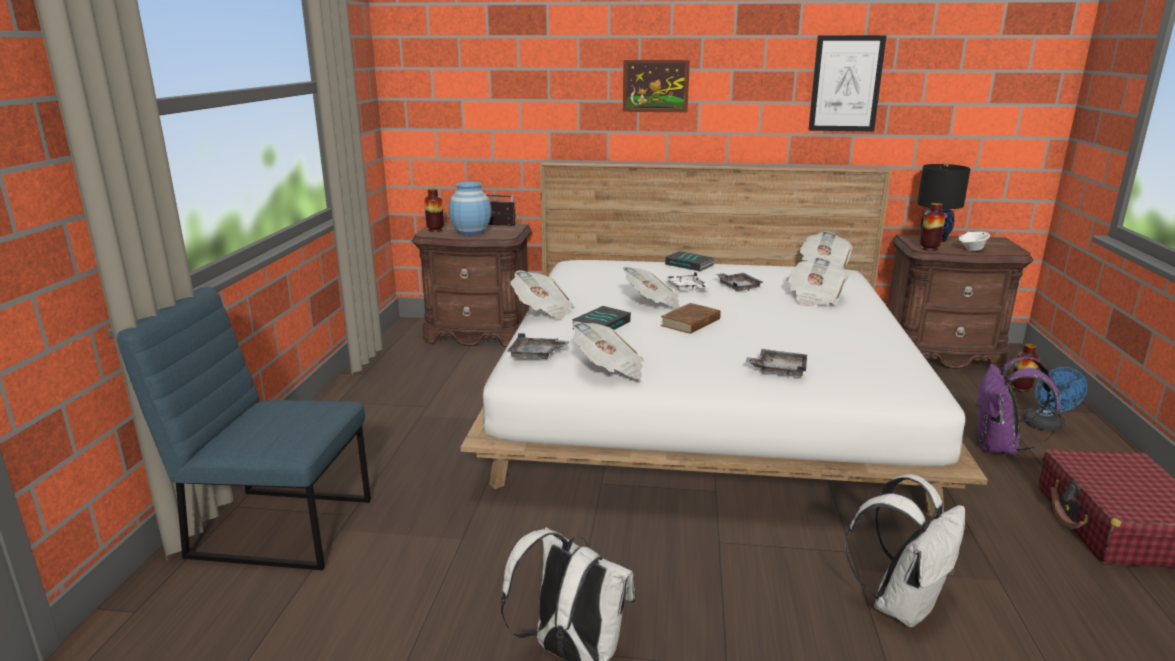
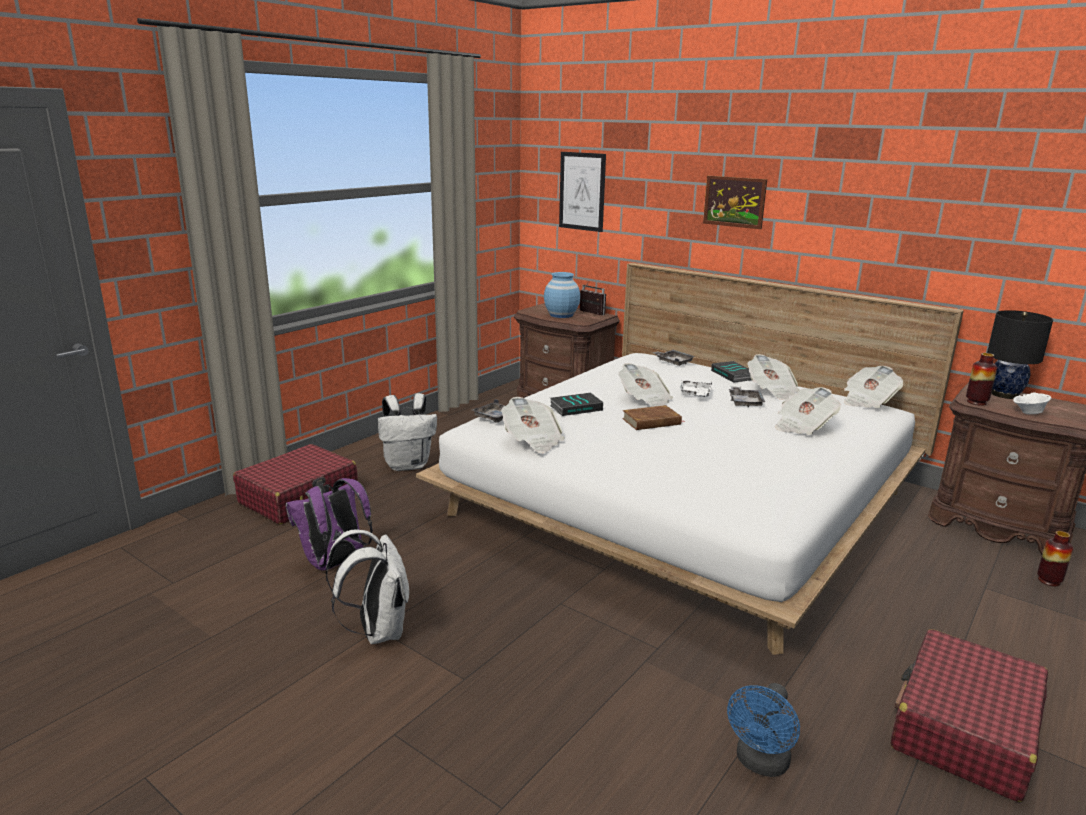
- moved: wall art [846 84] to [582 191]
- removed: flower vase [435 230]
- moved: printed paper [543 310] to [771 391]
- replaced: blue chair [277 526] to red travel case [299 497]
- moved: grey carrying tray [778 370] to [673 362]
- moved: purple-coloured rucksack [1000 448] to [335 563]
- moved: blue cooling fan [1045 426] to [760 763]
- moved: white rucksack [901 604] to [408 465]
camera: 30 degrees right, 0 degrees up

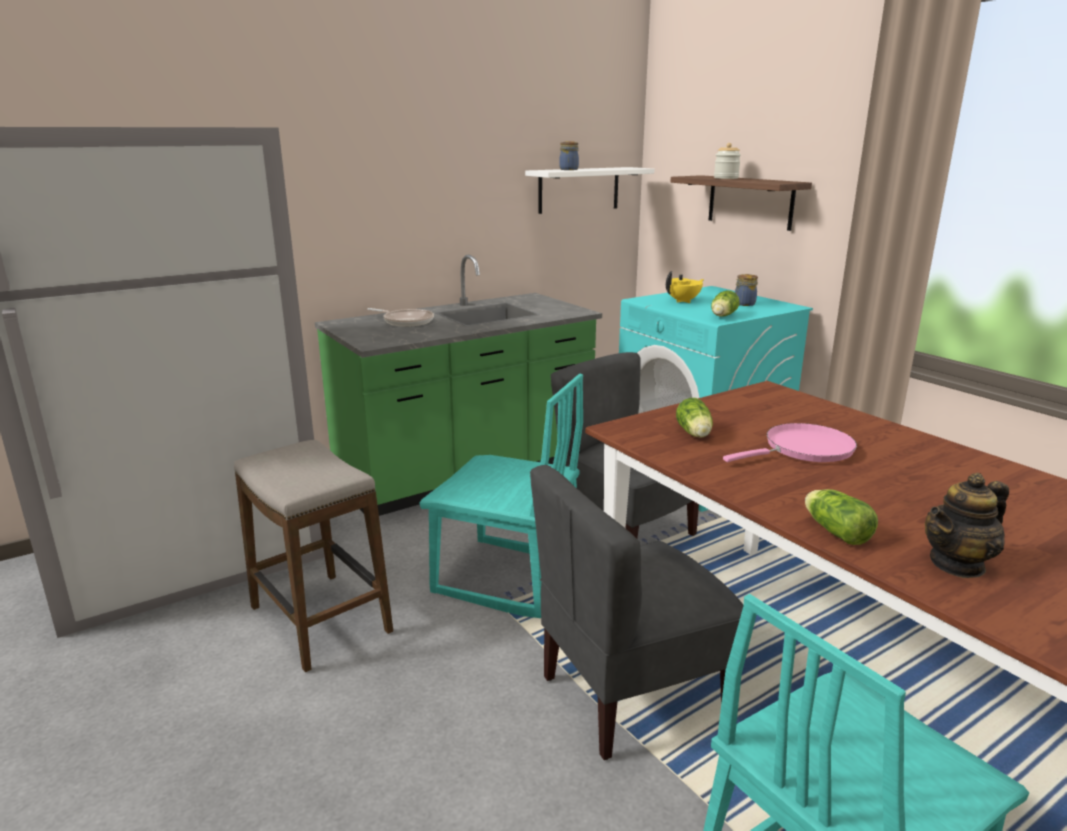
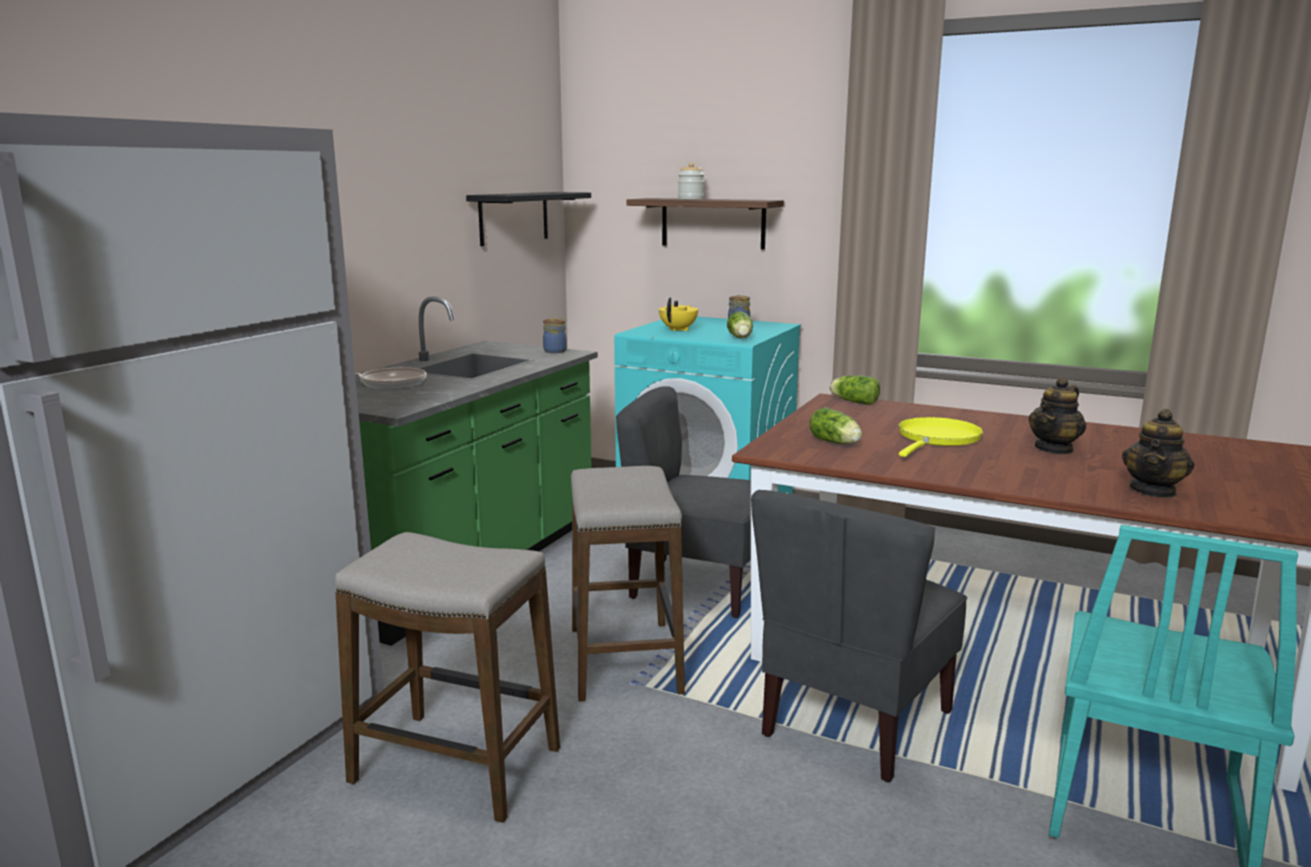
- moved: storage jar [569 169] to [555 351]
- recoloured: white wall shelf [579 190] to blackish wall shelf [514 217]
- replaced: turquoise-coloured chair [507 578] to stool [625 660]
- recoloured: pink skillet [803 449] to yellowish skillet [937 439]
- moved: lettuce [834 531] to [853 401]
- added: tea pot [1054 449]
camera: 30 degrees left, 5 degrees down

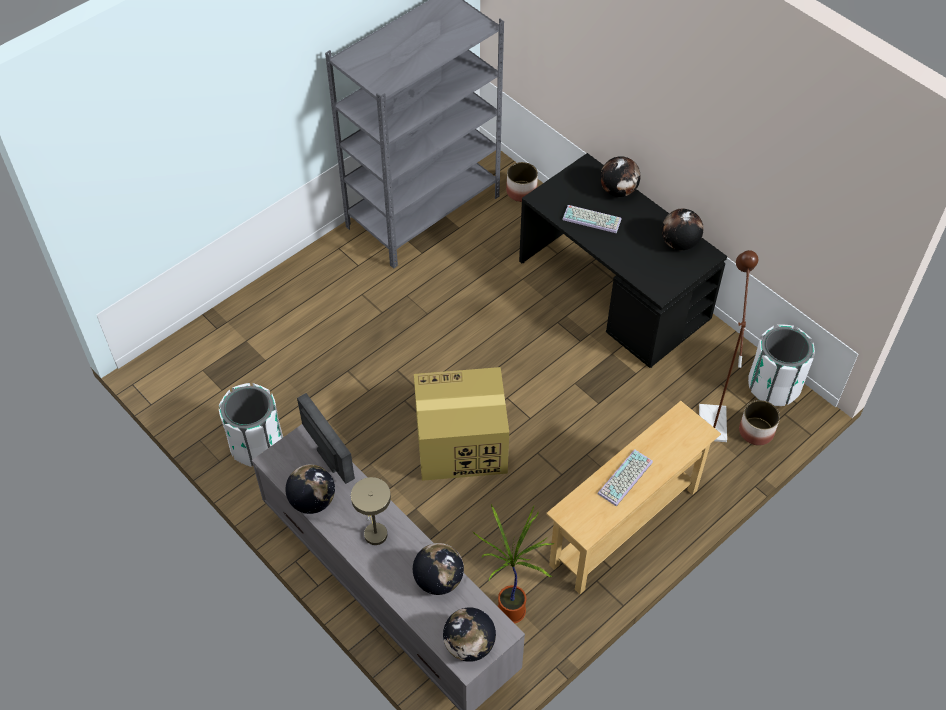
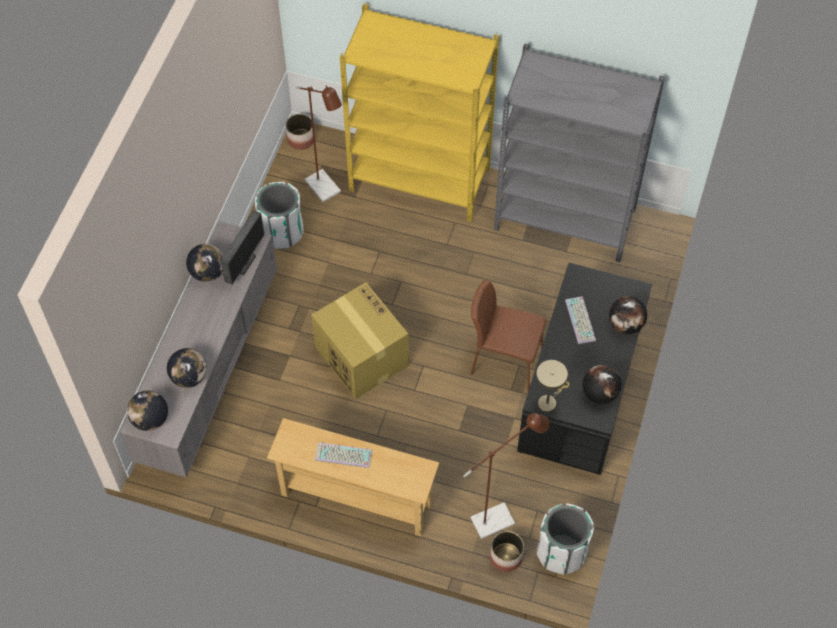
- moved: flower pot [521 191] to [301 139]
- moved: beige-coloured tabletop lamp [374 531] to [549 402]
- removed: plant in a pot [512 613]
- added: yellowish bookshelf [420 180]
- added: brown floor lamp [326 190]
- added: brown chair [503 360]
camera: 60 degrees right, 5 degrees up

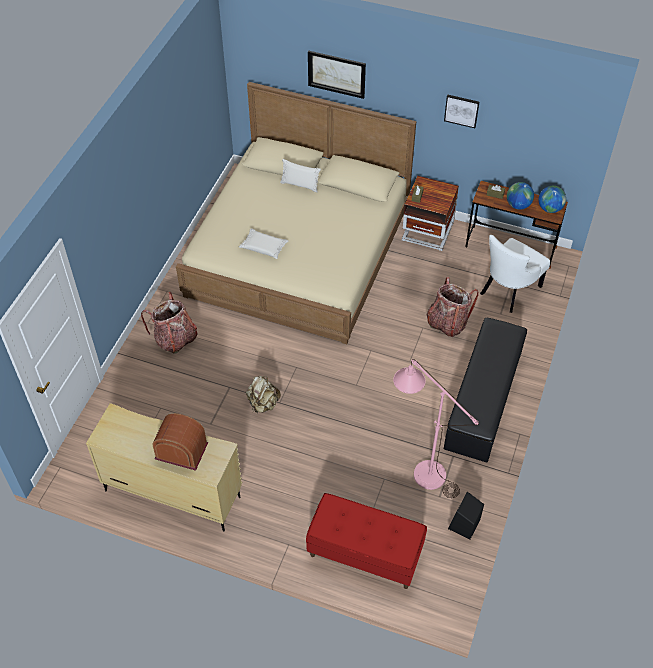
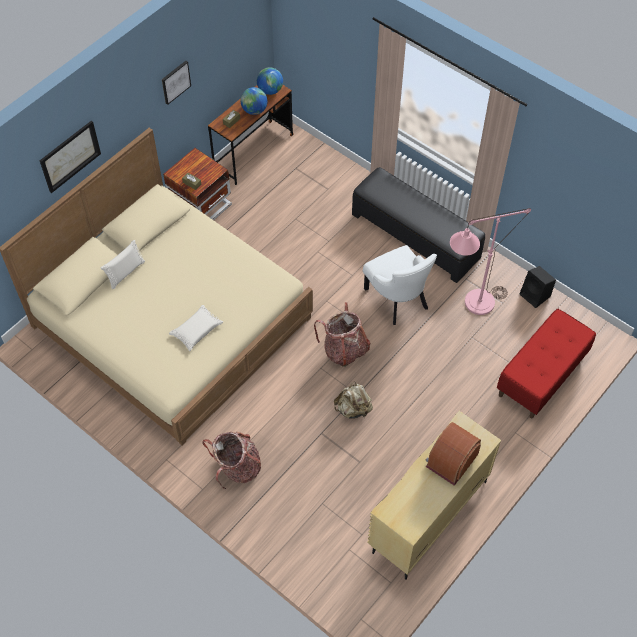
- moved: white chair [510 288] to [396 297]
- moved: rucksack [447 322] to [344 350]
camera: 70 degrees left, 5 degrees up

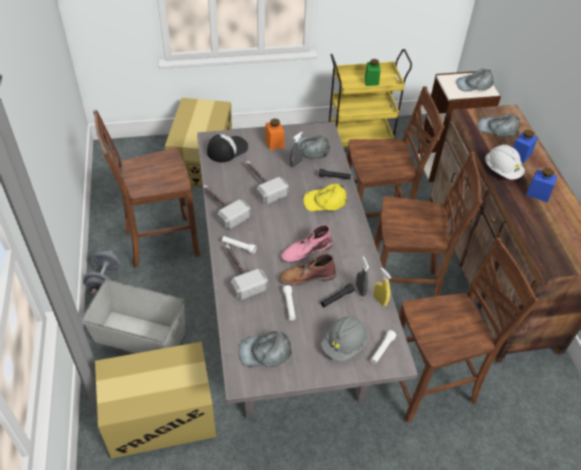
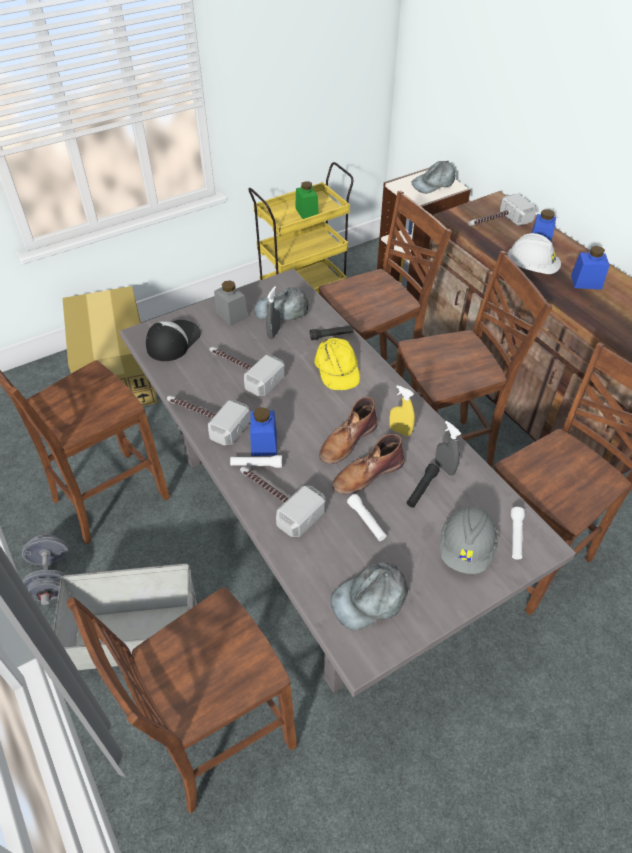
- replaced: grey baseball cap [497 129] to hammer [496 222]
- recoloured: orangey storage jar [274 142] to grey storage jar [231 315]
- turned: yellowish baseball cap [325 201] = [337 369] 75 degrees counterclockwise
- recoloured: pink tall boot [305 251] to brown tall boot [347 441]
- moved: yellowish spray bottle [380 300] to [400 431]
- replaced: carton [160 415] to brown chair [216 739]
- added: blue storage jar [264 443]
camera: 20 degrees left, 0 degrees up

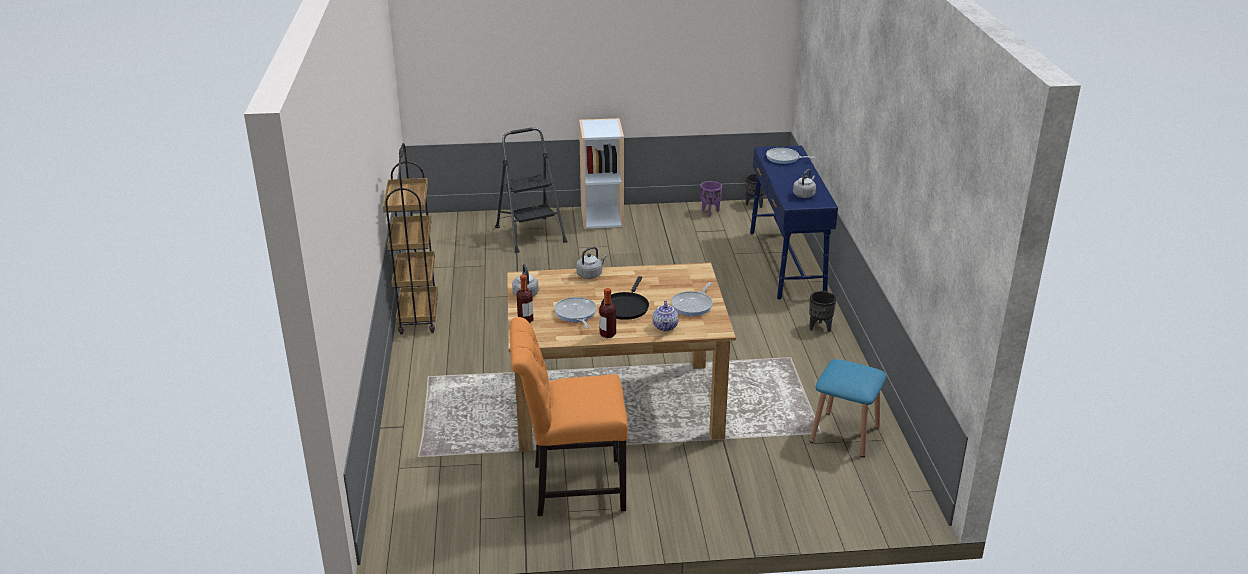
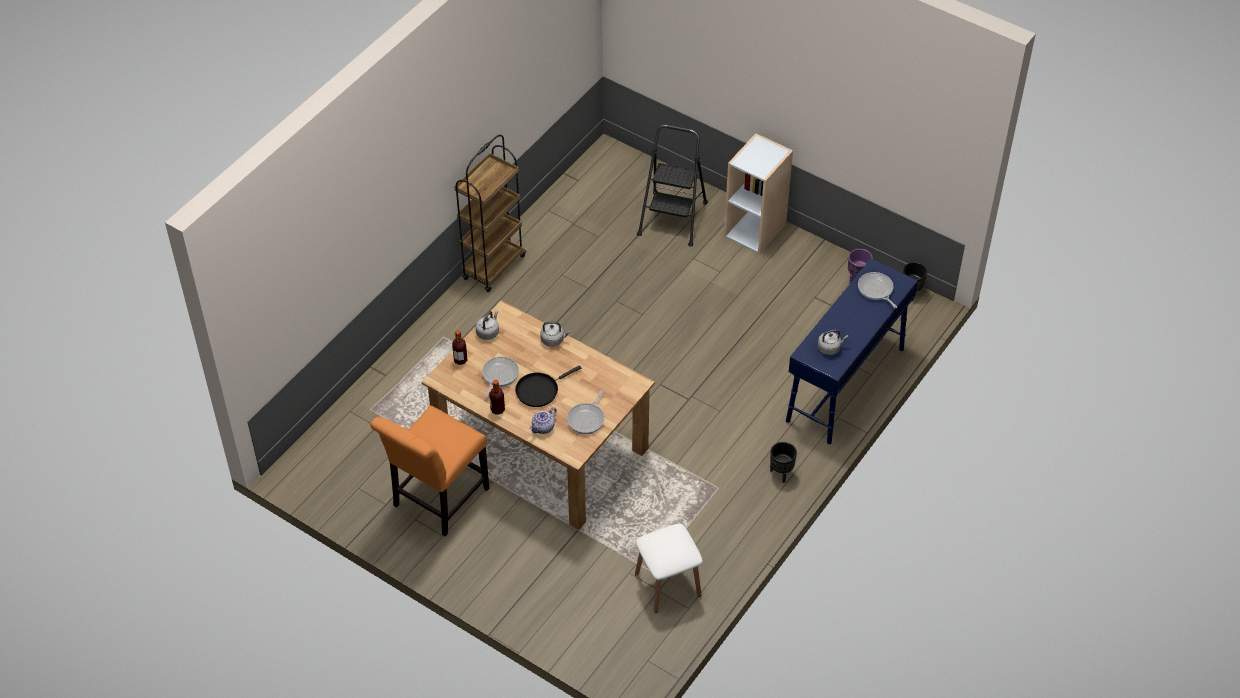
- turned: skillet [693 305] = [587 419] 45 degrees counterclockwise
- turned: orangey chair [571 487] = [436 501] 90 degrees counterclockwise
- recoloured: blue stool [844 434] to white stool [667 584]
camera: 40 degrees right, 20 degrees up

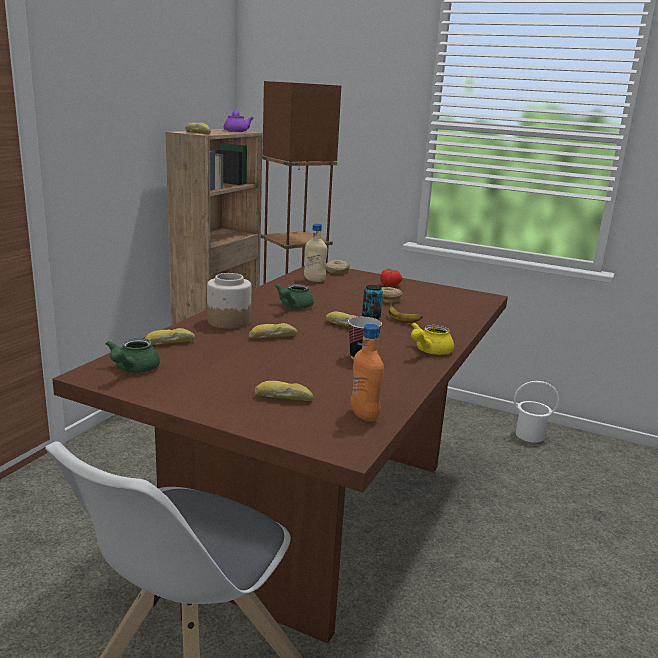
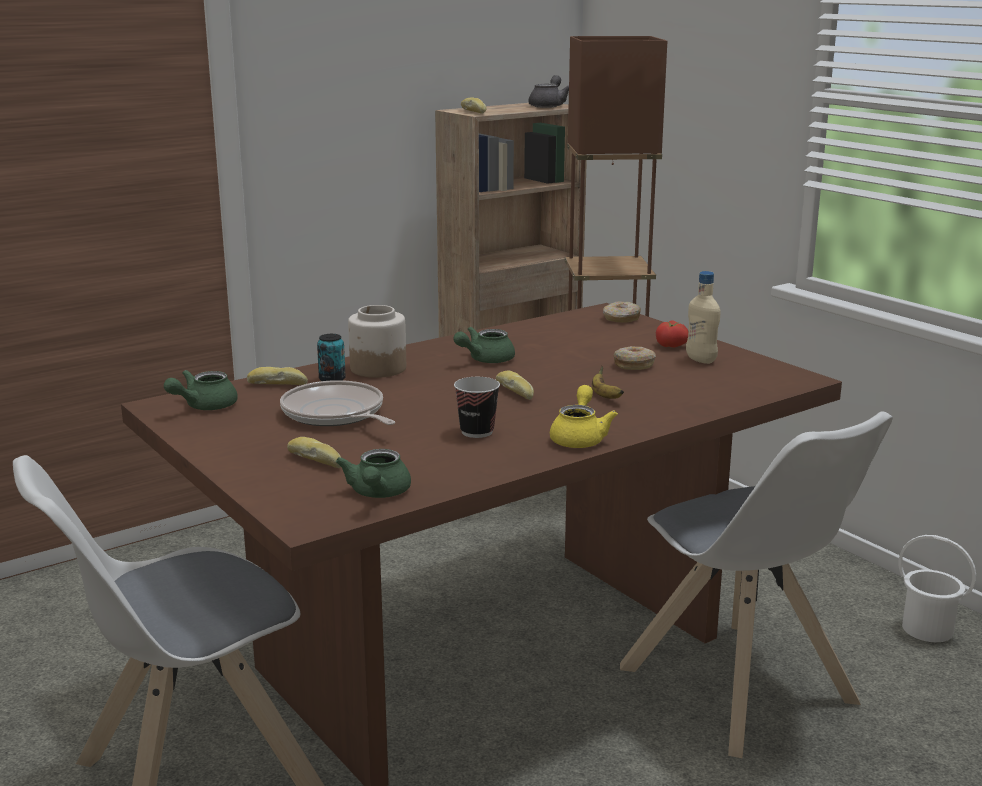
- recoloured: purple-coloured tea pot [236 131] to grey tea pot [549 106]
- moved: beige-coloured beverage bottle [314 280] to [701 360]
- moved: metal can [371 317] to [332 379]
- removed: bread [272 337]
- turned: yellowish tea pot [429 351] = [579 438] 120 degrees clockwise
- replaced: orangey beverage bottle [364 415] to green-coloured tea pot [377 494]
- added: skillet [335 414]
- added: chair [741 689]
camera: 30 degrees right, 0 degrees up

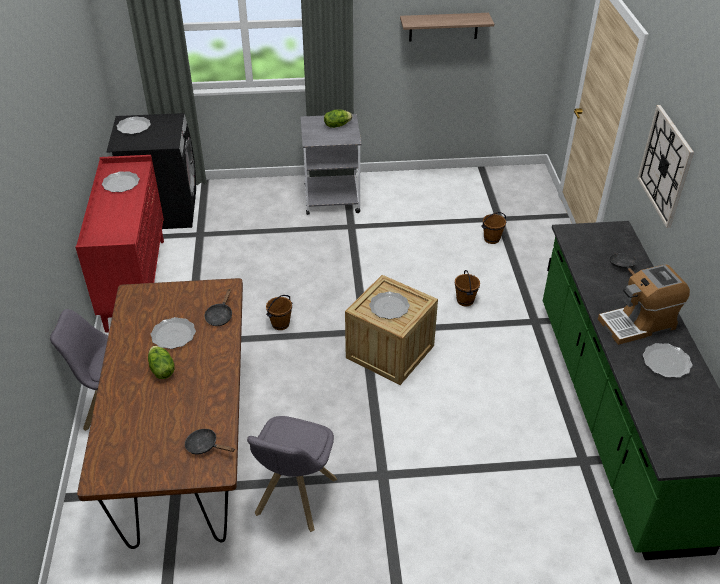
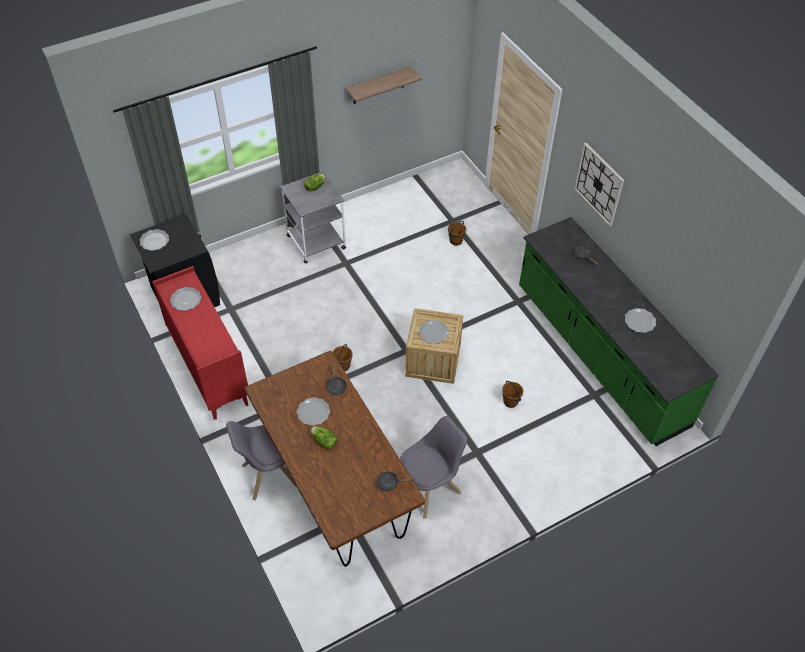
- removed: coffee maker [638 324]
- moved: brown bucket [465 301] to [510 402]
- turned: grey chair [295 496] = [430 489] 120 degrees counterclockwise
camera: 25 degrees left, 10 degrees up

